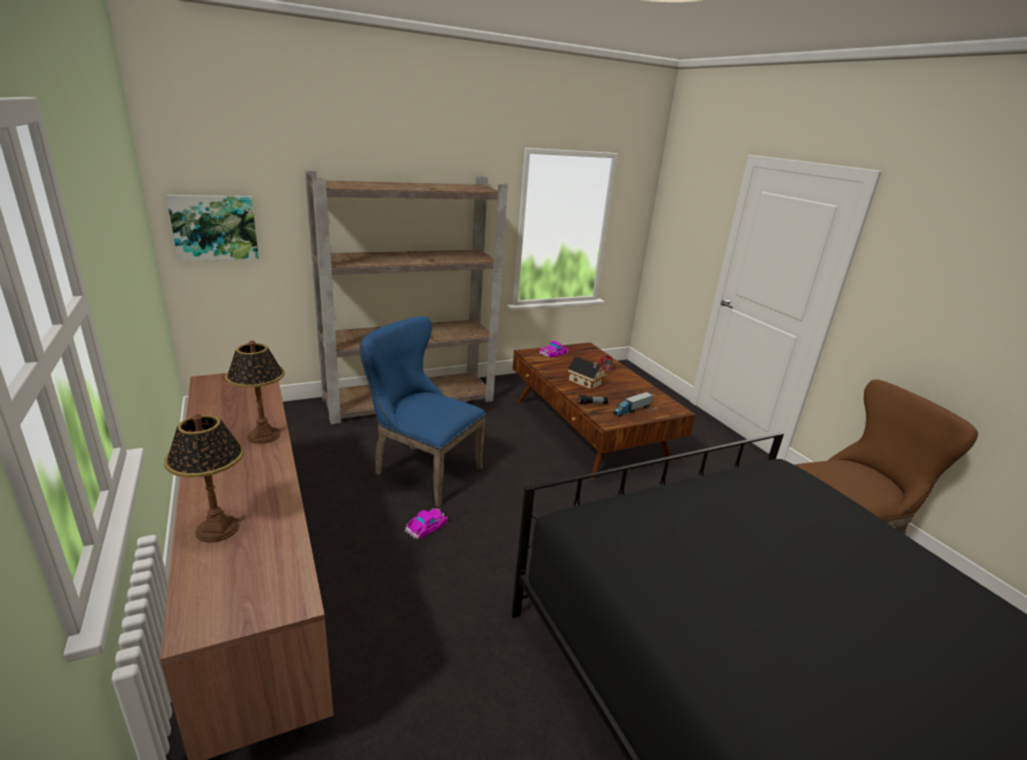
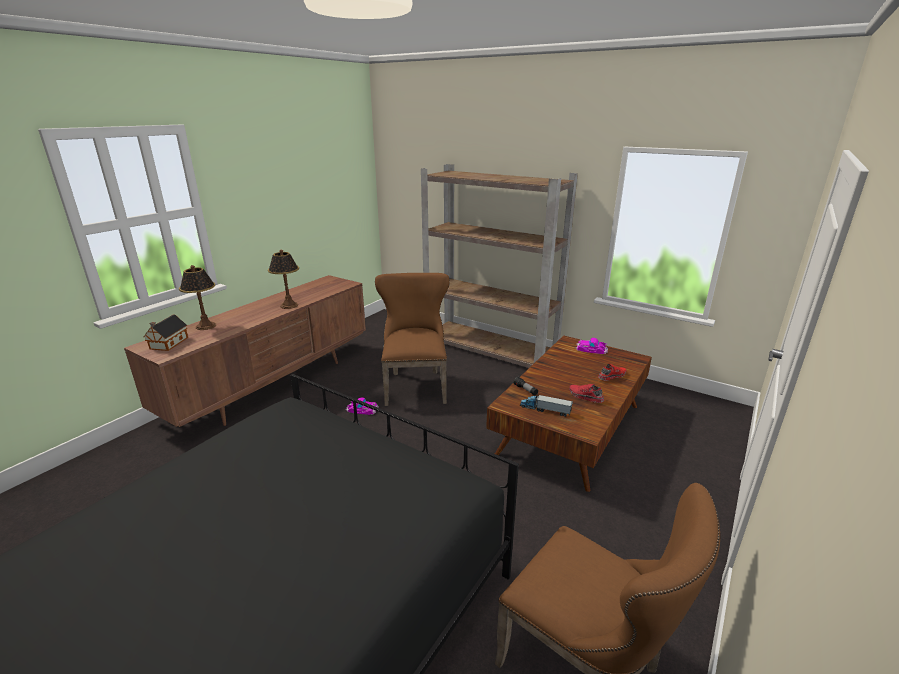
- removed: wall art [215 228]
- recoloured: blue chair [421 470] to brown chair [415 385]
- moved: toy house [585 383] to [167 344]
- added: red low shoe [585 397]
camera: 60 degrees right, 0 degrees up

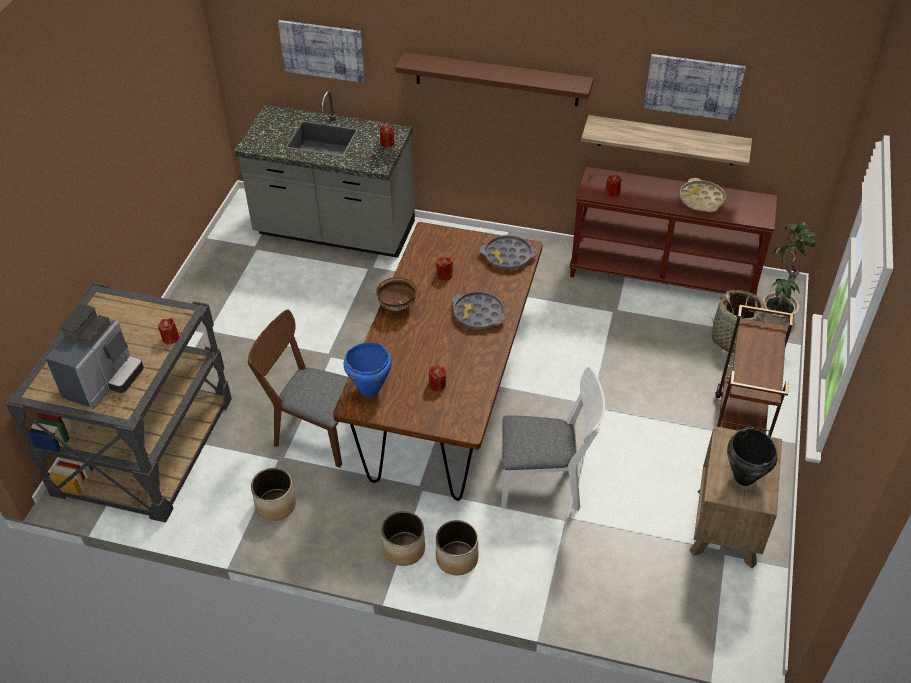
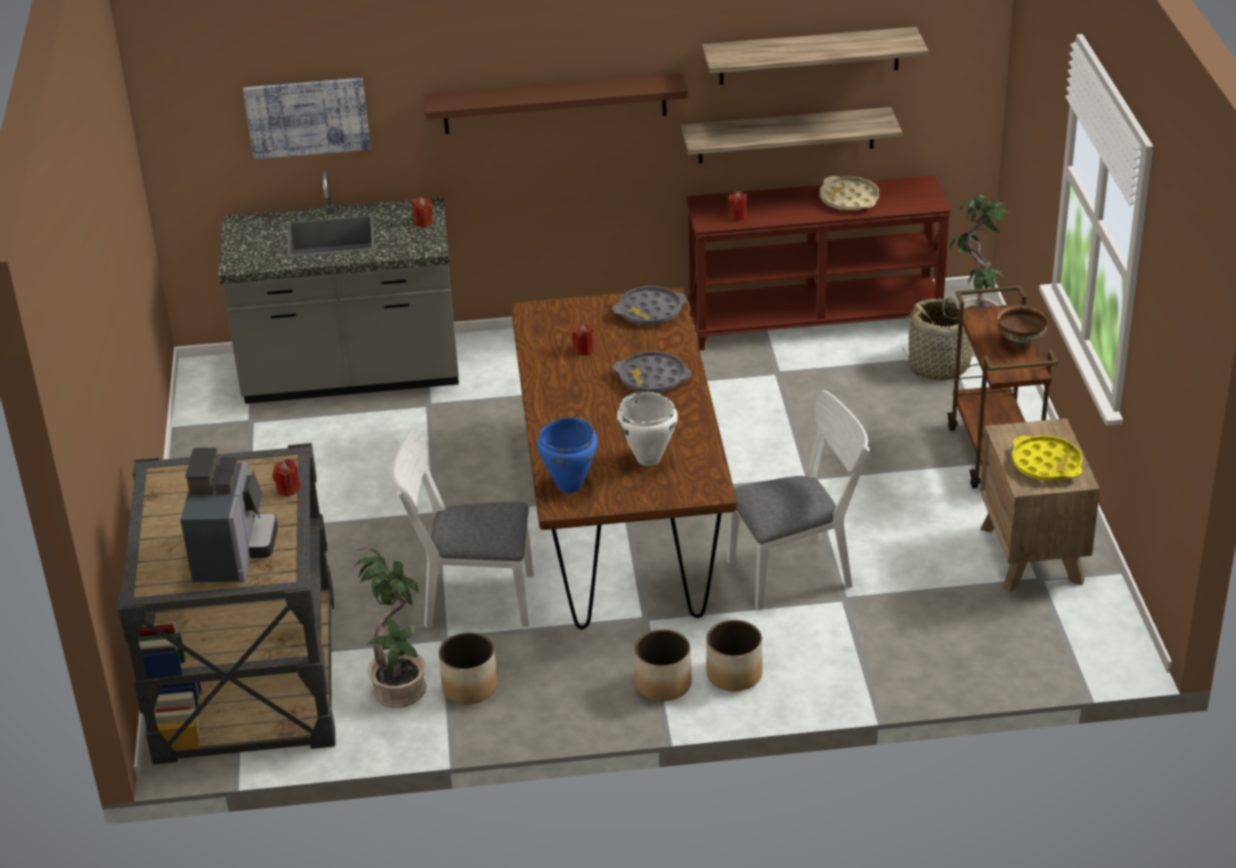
- replaced: wall art [693 86] to wall shelf [809 56]
- moved: brown serving bowl [397 307] to [1020 343]
- recoloured: brown chair [314 432] to white chair [469 599]
- replaced: red candle [437 384] to white saucepot [648 459]
- replaced: blackish saucepot [744 477] to yellowish carrying tray [1046 464]
- added: plant in a pot [401 690]
camera: 20 degrees left, 10 degrees down

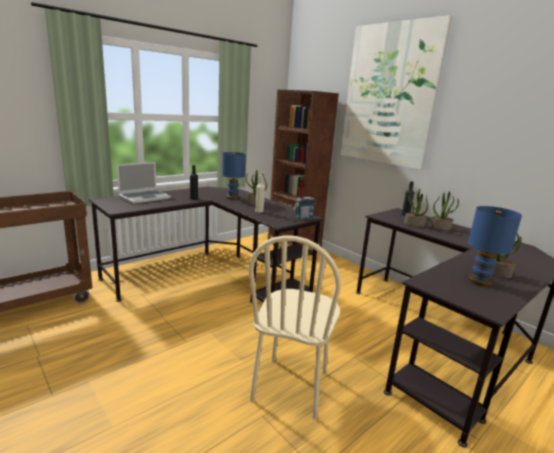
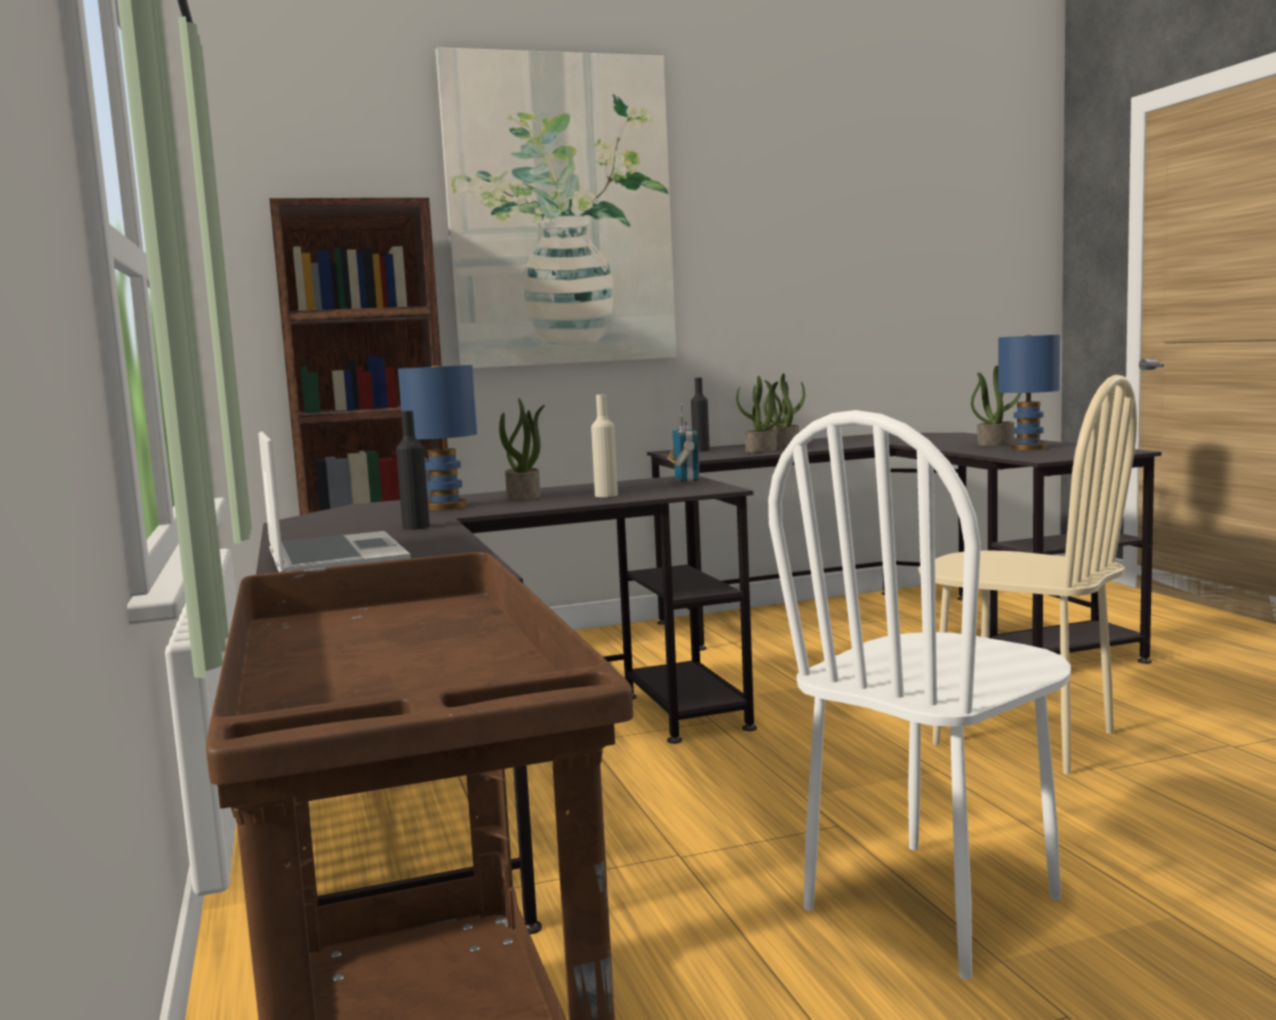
- added: white chair [933 904]
camera: 65 degrees left, 10 degrees down

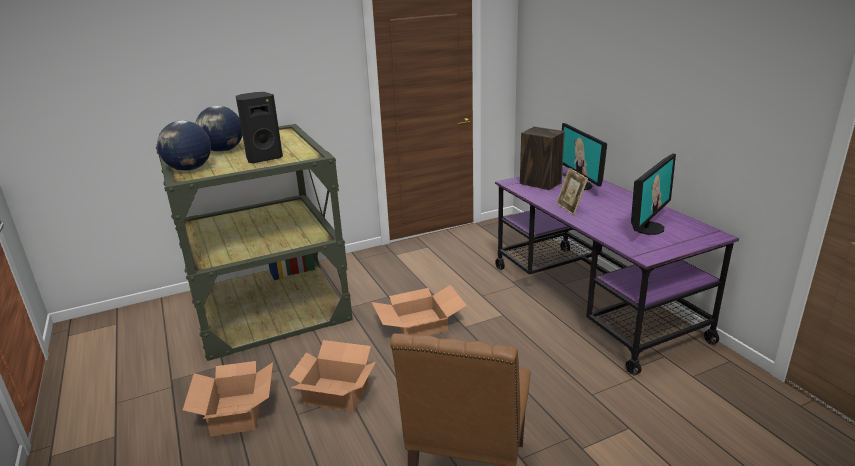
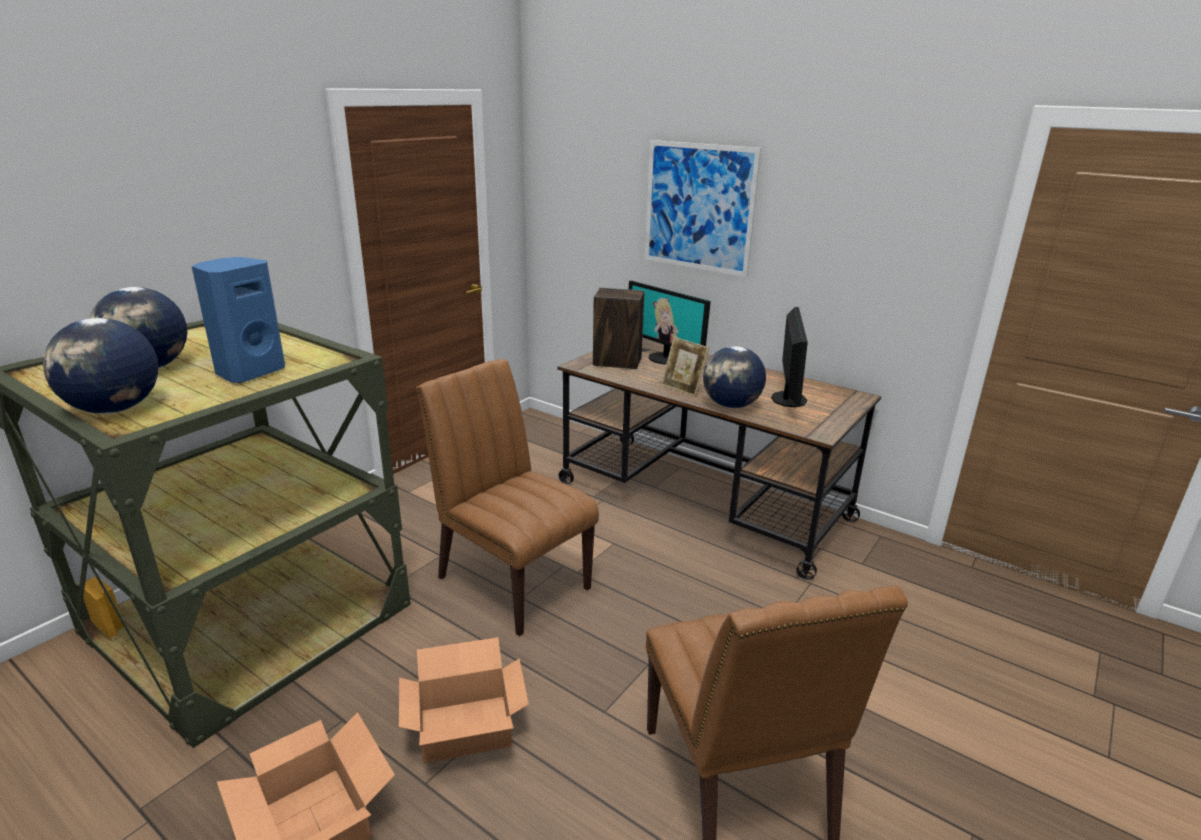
- recoloured: blackish audio speaker [263 158] to blue audio speaker [249 372]
- recoloured: purple-coloured desk table [592 301] to brown desk table [702 500]
- replaced: carton [420 323] to brown chair [514 583]
- added: wall art [699 207]
- added: world globe [731 405]
camera: 30 degrees left, 0 degrees up

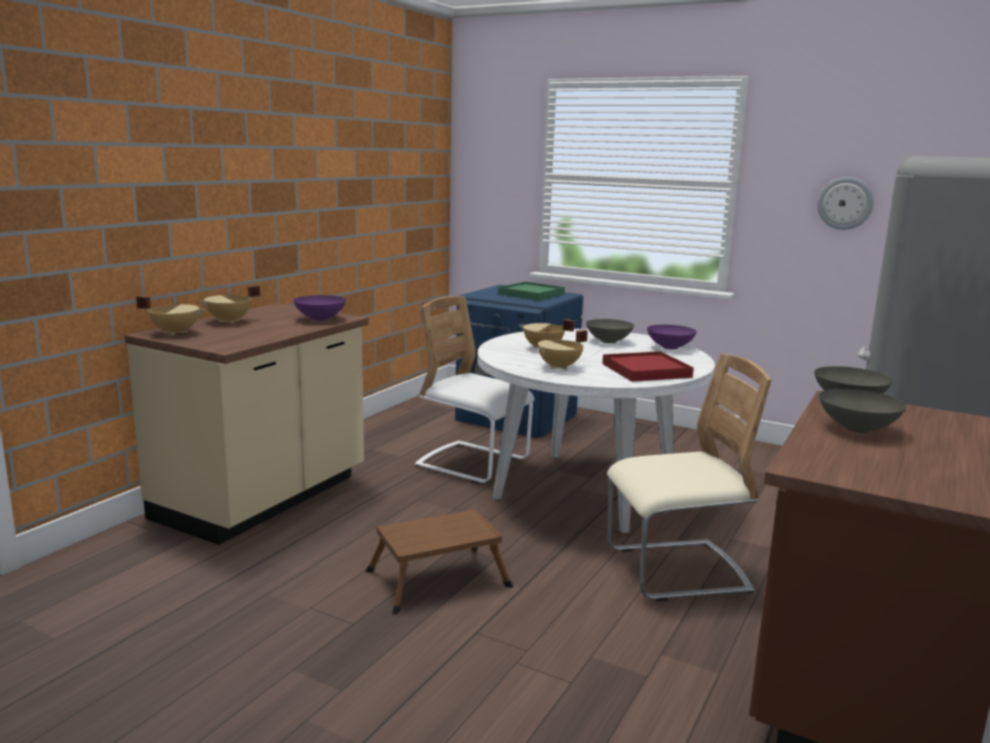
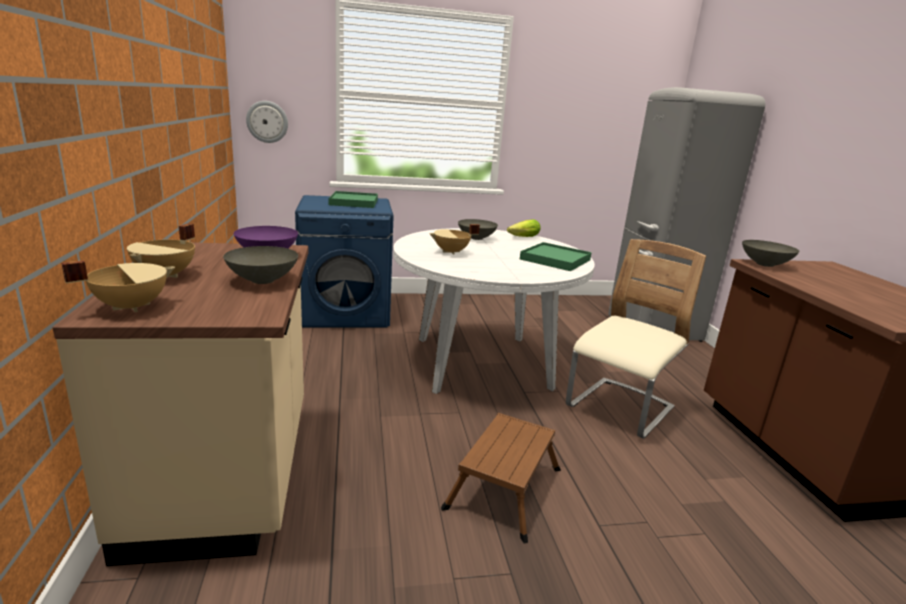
- moved: hanging clock [845 203] to [267 122]
- removed: white chair [473 463]
- replaced: purple-coloured serving bowl [670 347] to lettuce [522 237]
- removed: beige-coloured saucepot [560 367]
- recoloured: red carrying tray [646 370] to green-coloured carrying tray [555 259]
- moved: grey serving bowl [858 429] to [263 280]
camera: 40 degrees left, 5 degrees up

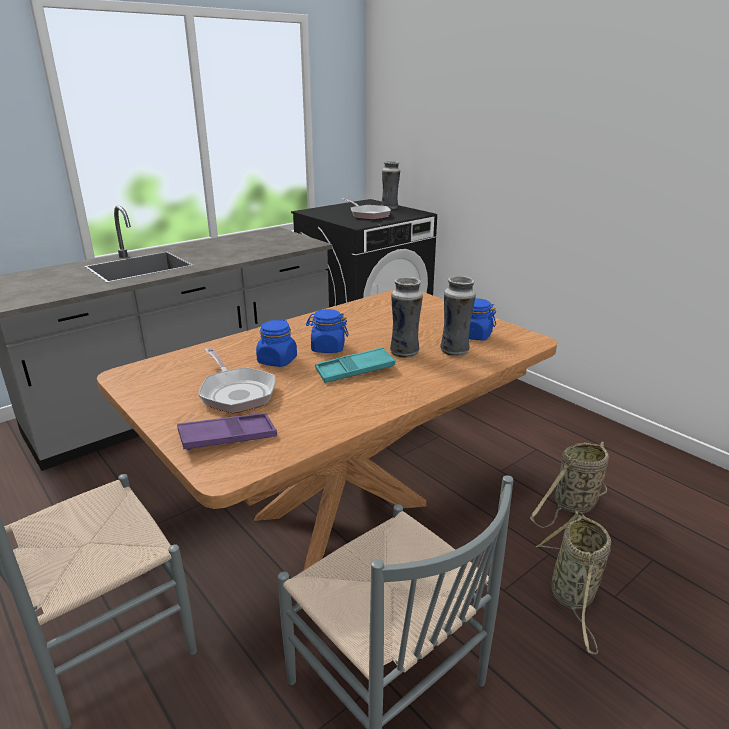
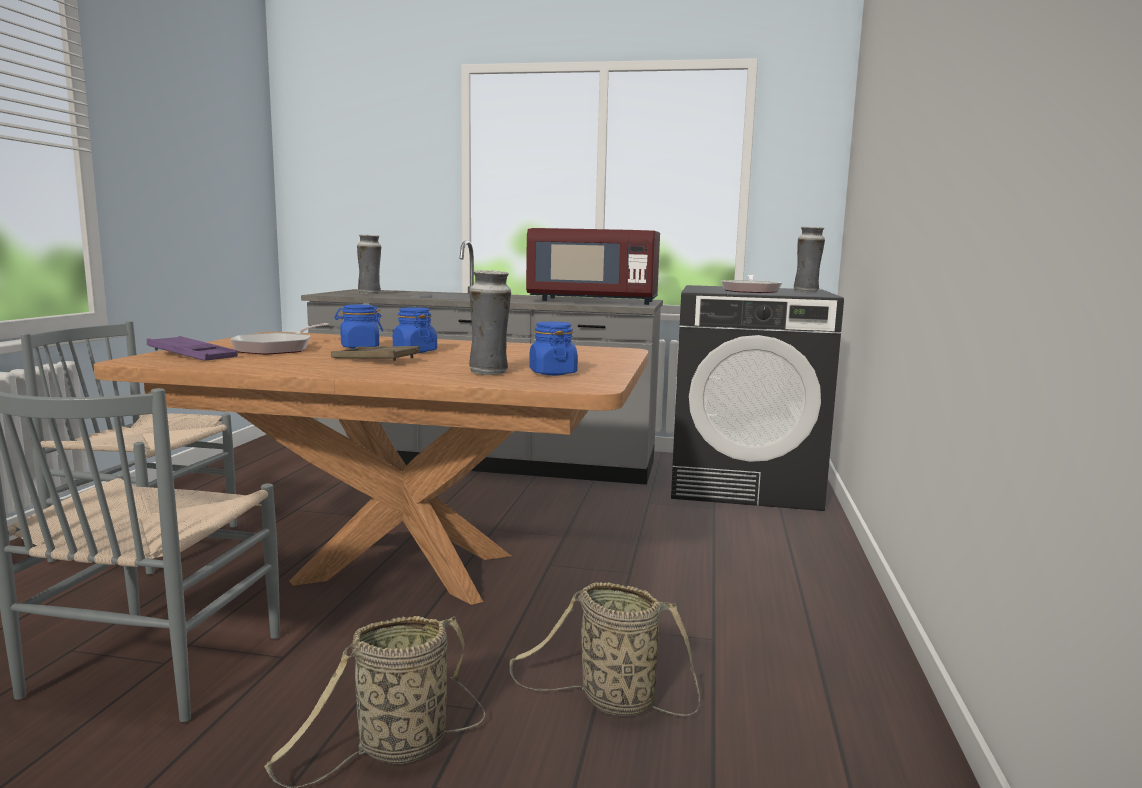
- moved: flower vase [405 352] to [370 293]
- recoloured: turquoise-coloured carrying tray [355 370] to brown carrying tray [375 360]
- added: red kitchen microwave [594 301]
camera: 50 degrees right, 15 degrees down

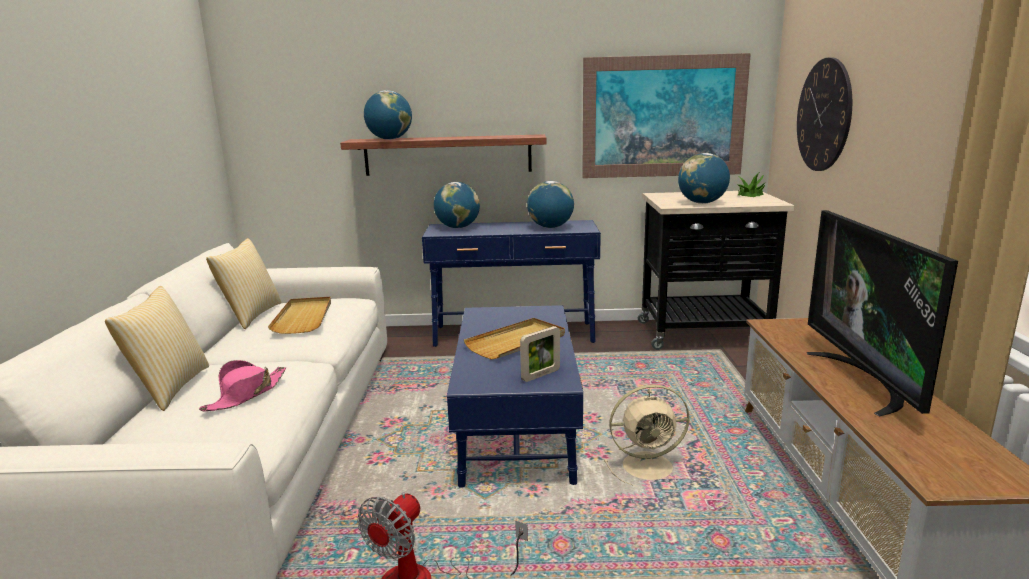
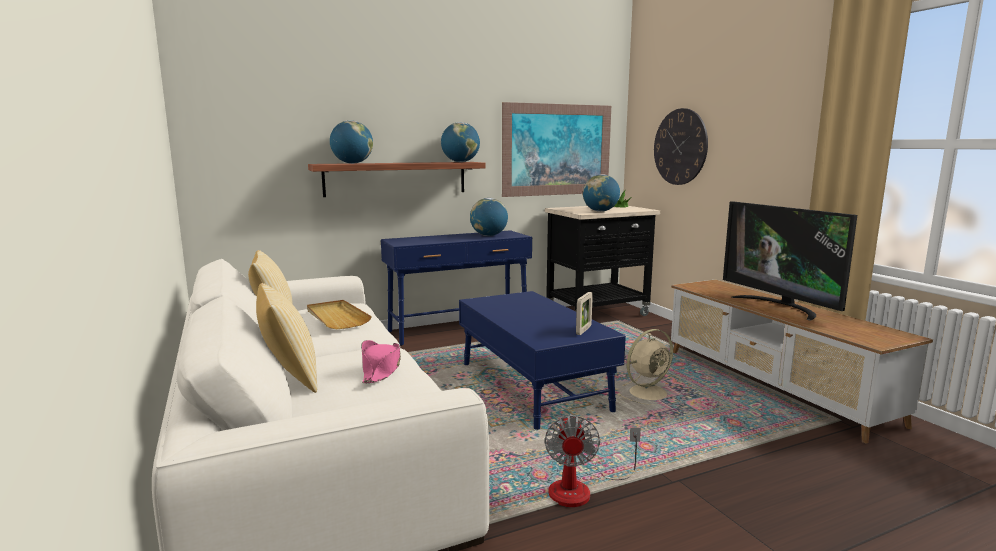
- moved: world globe [457 227] to [460 162]
- removed: beige-coloured carrying tray [517 342]
camera: 25 degrees left, 5 degrees down

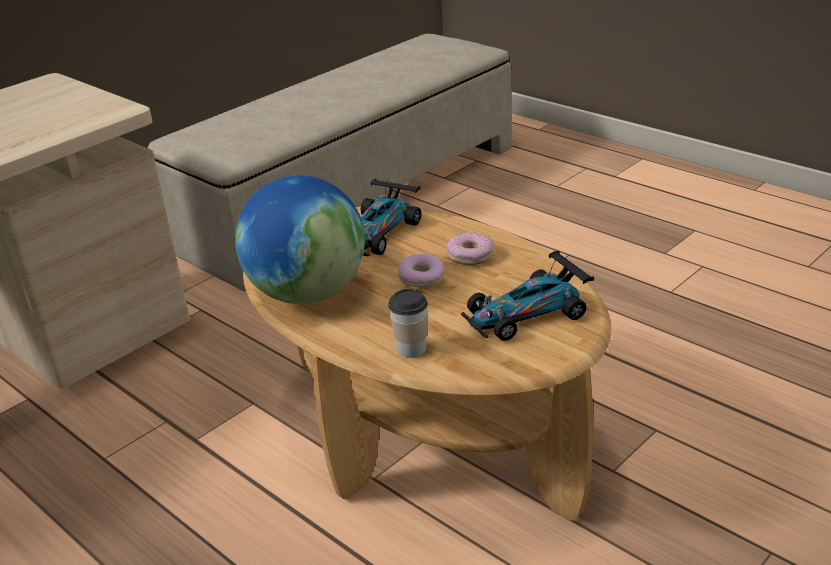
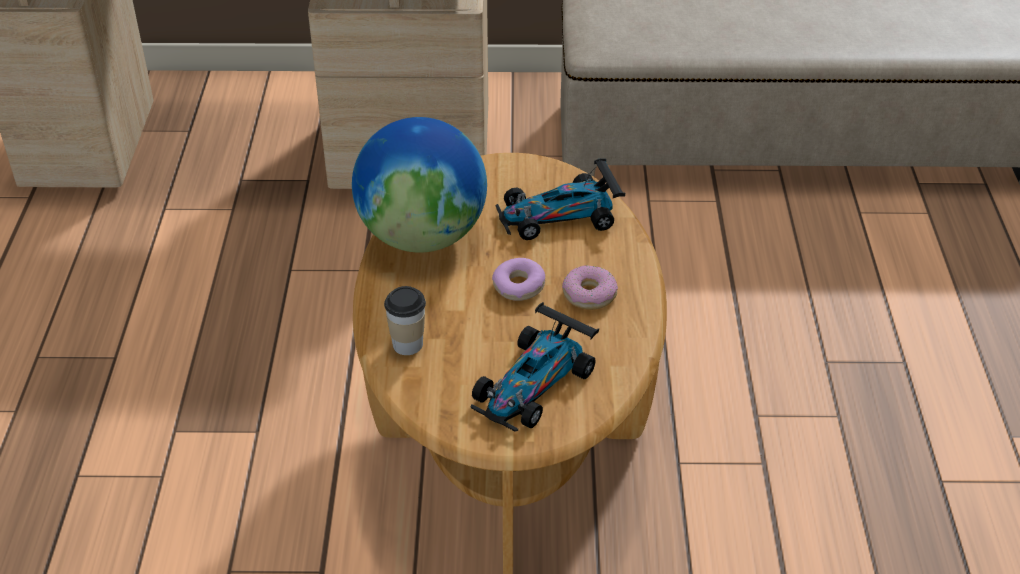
- turned: toy car [527 314] = [533 384] 75 degrees counterclockwise
camera: 45 degrees right, 10 degrees up

